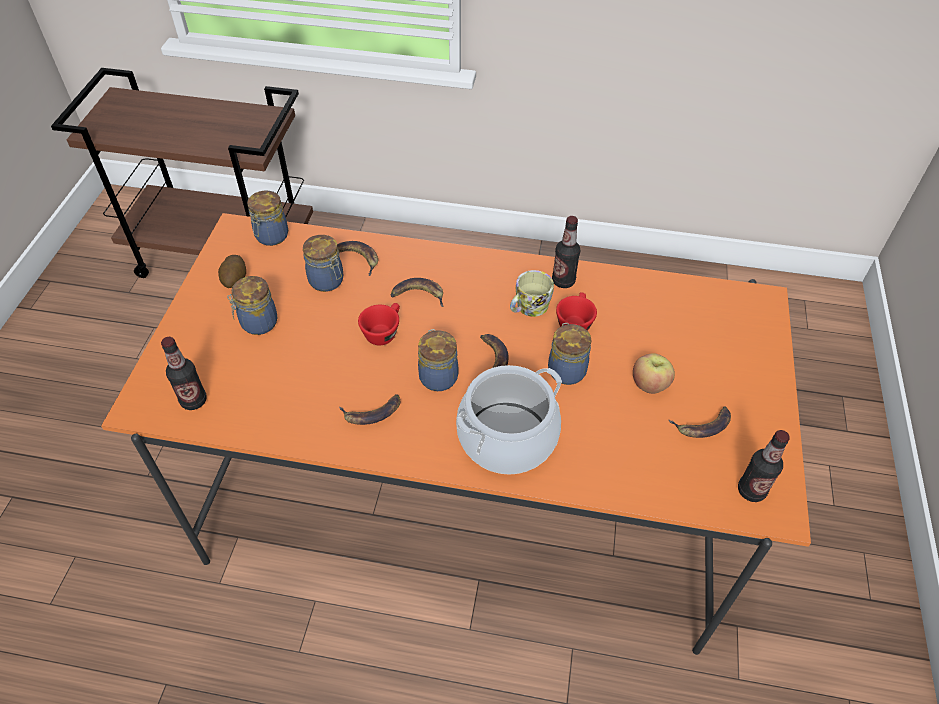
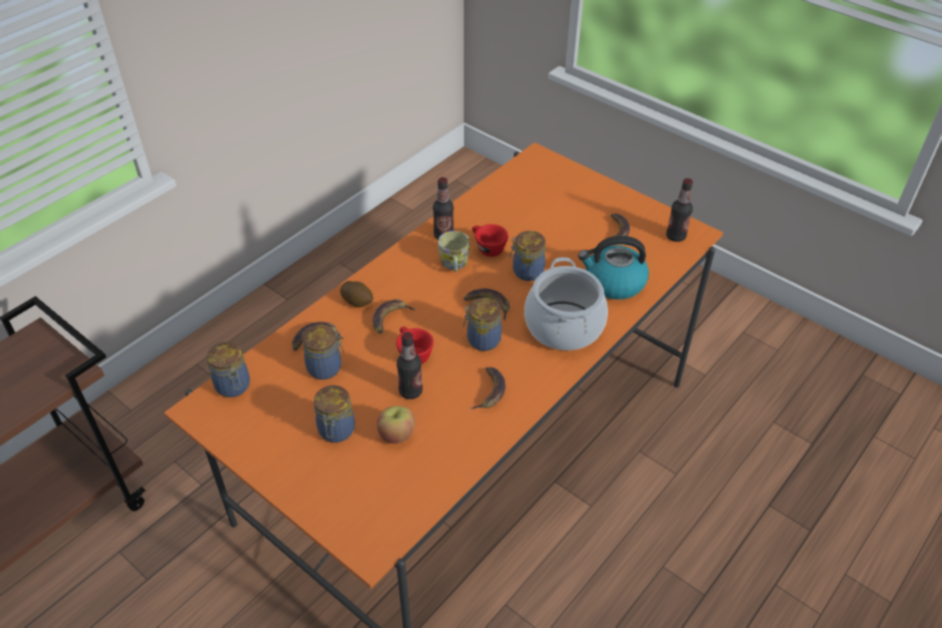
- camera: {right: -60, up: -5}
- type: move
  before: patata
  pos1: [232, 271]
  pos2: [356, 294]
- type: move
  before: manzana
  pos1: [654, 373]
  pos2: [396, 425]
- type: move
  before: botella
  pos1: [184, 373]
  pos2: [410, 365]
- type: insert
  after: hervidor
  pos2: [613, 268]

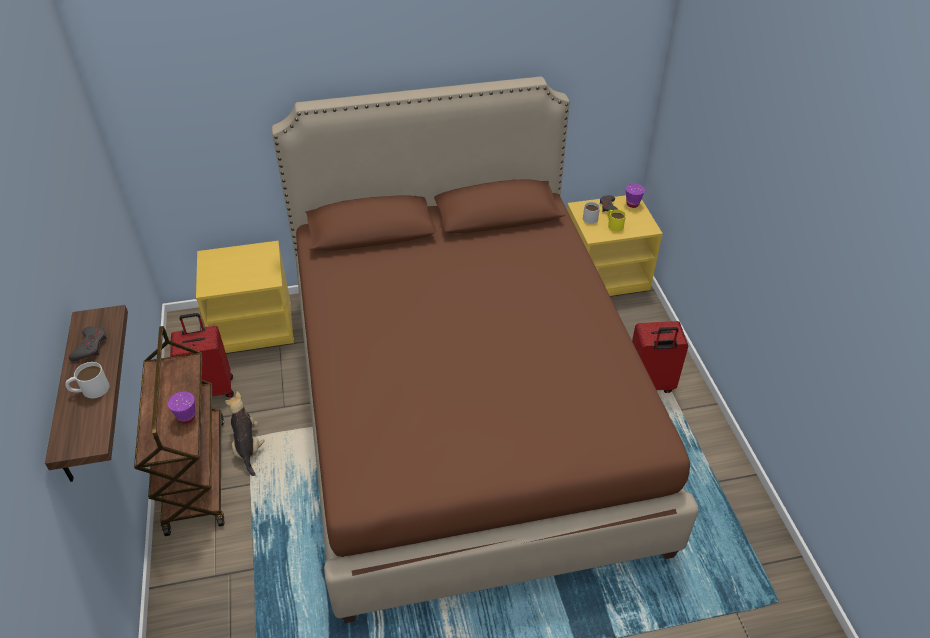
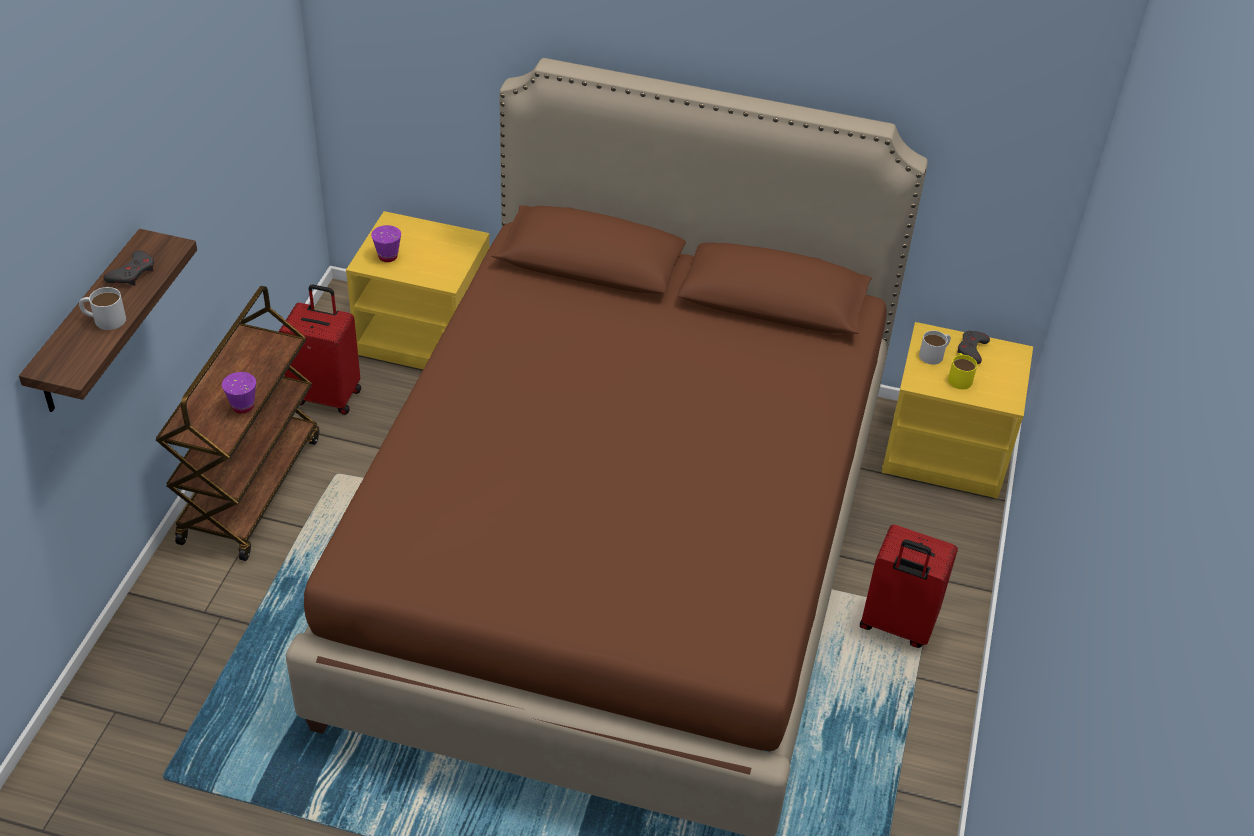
- camera: {right: 25, up: 0}
- type: move
  before: taza (morado)
  pos1: [635, 196]
  pos2: [386, 243]
- type: delete
  before: peluche
  pos1: [244, 433]

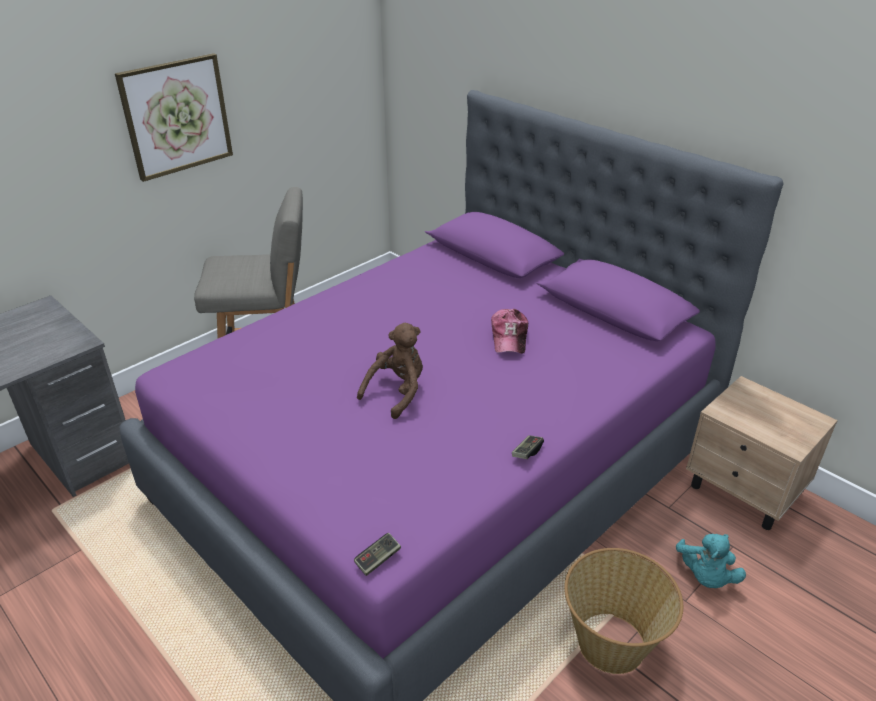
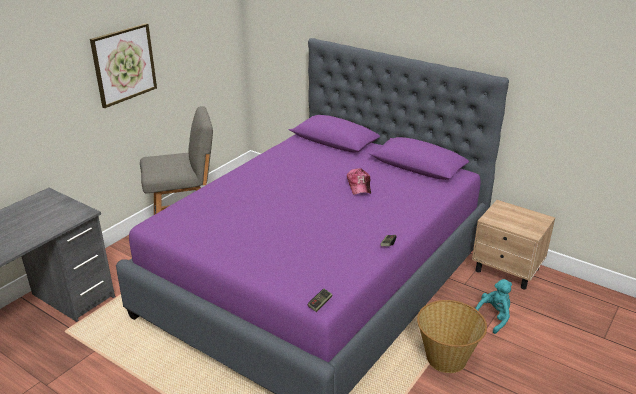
- camera: {right: -10, up: -5}
- type: rotate
  before: peluche (turquesa)
  pos1: [711, 561]
  pos2: [493, 306]
  turn: -135
- type: delete
  before: peluche (marrón)
  pos1: [390, 371]

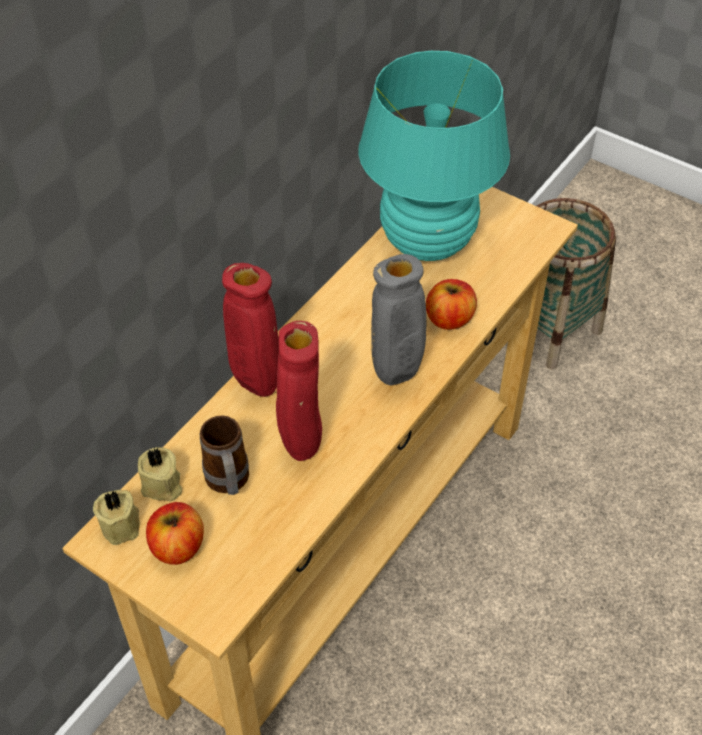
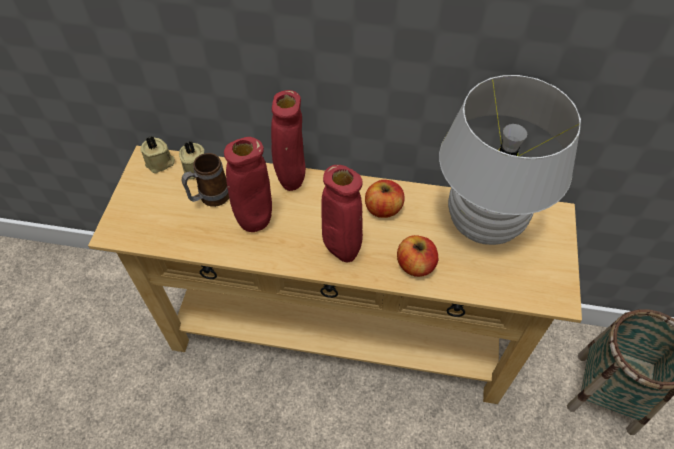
- camera: {right: 65, up: 5}
- type: recolor
  before: florero (gris)
  after: florero (rojo)
  pos1: [399, 319]
  pos2: [342, 213]
- type: move
  before: manzana
  pos1: [175, 533]
  pos2: [385, 199]
- type: recolor
  before: lámpara de mesa (turquesa)
  after: lámpara de mesa (blanco)
  pos1: [434, 156]
  pos2: [510, 160]

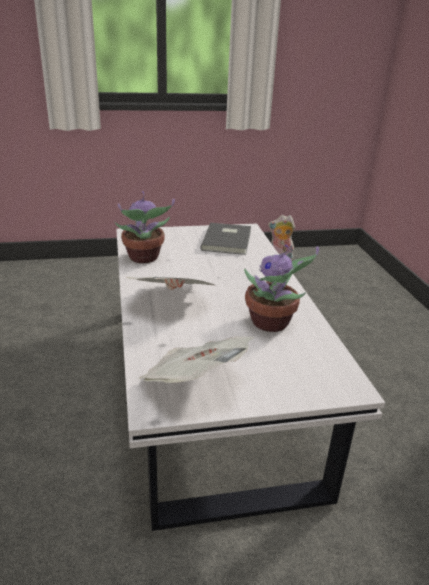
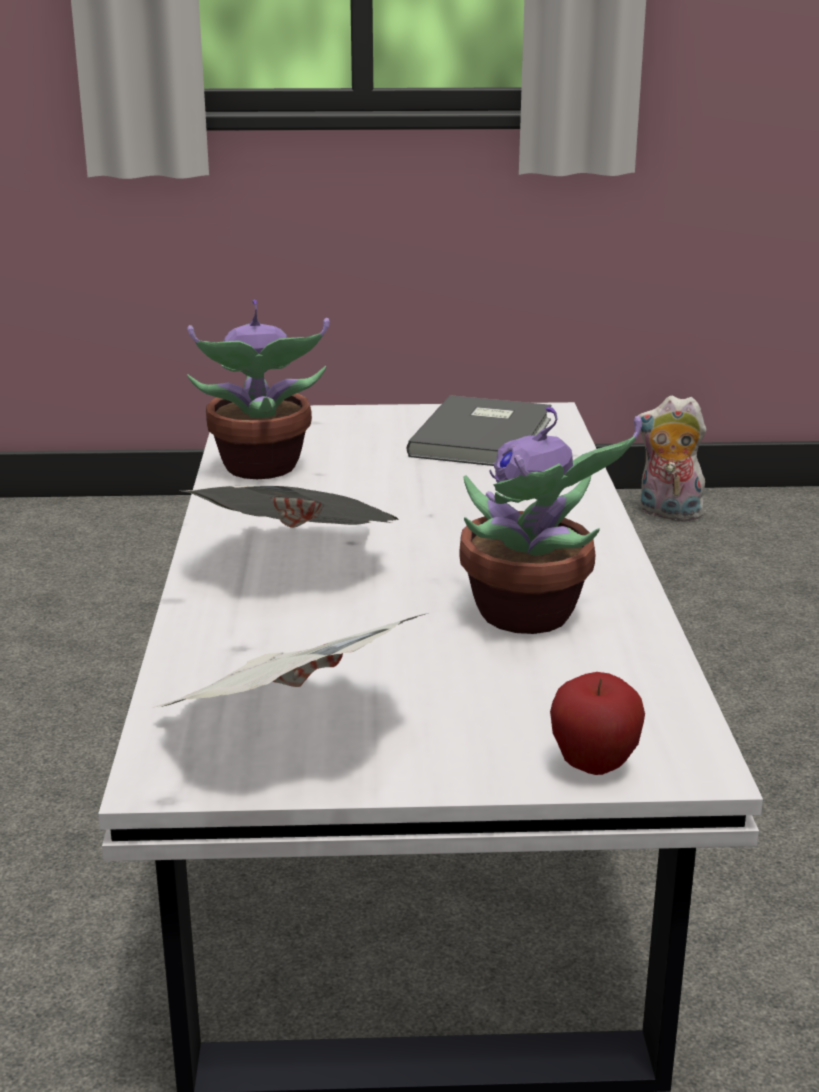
- camera: {right: 10, up: -5}
- type: insert
  after: manzana
  pos2: [597, 723]

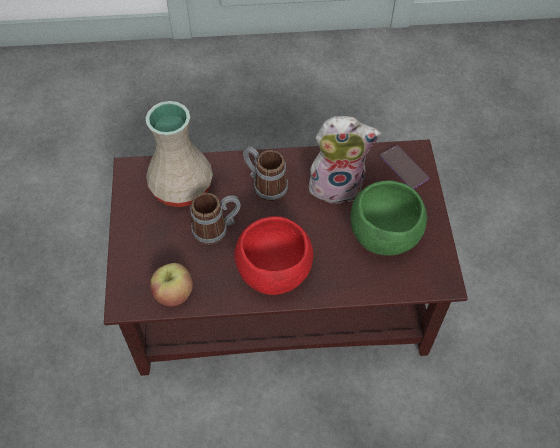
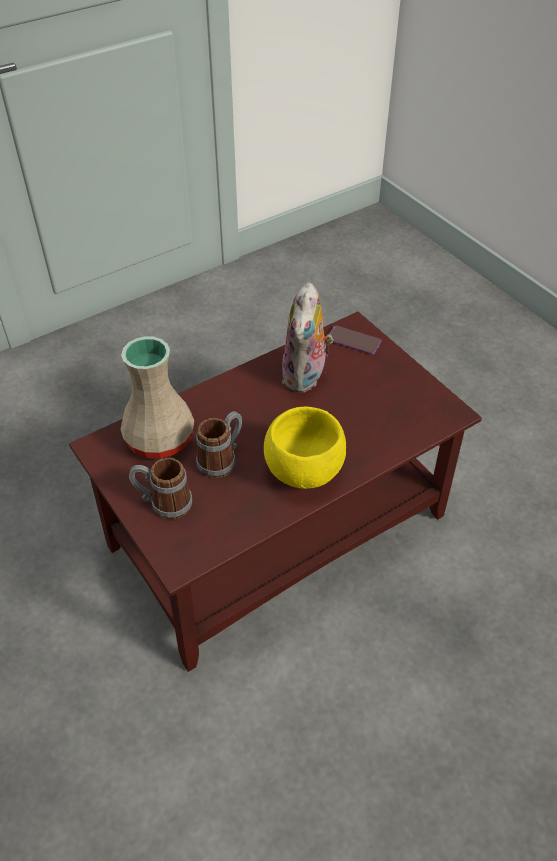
- camera: {right: -30, up: -10}
- type: move
  before: taza grande
  pos1: [265, 174]
  pos2: [160, 488]
- type: recolor
  before: cuenco (rojo)
  after: cuenco (amarillo)
  pos1: [273, 255]
  pos2: [305, 448]
- type: rotate
  before: peluche
  pos1: [345, 160]
  pos2: [307, 337]
  turn: 135
- type: delete
  before: manzana
  pos1: [171, 285]
- type: delete
  before: cuenco (verde)
  pos1: [389, 218]

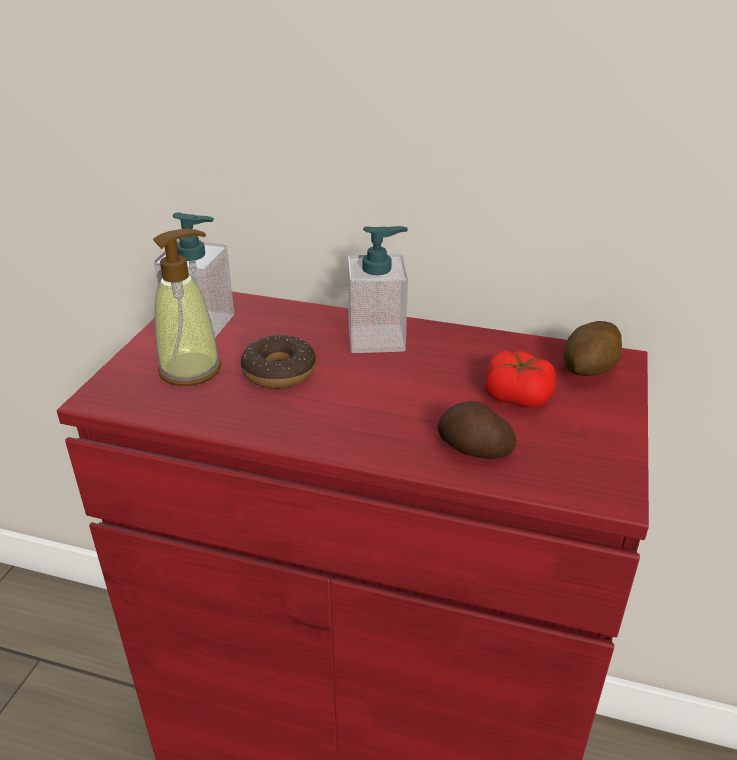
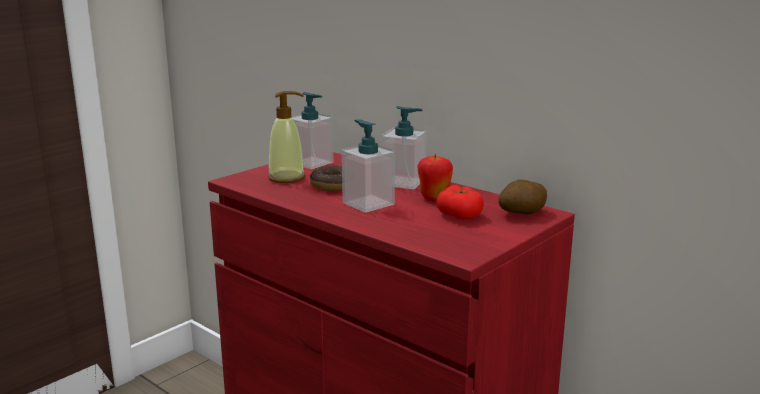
- camera: {right: 25, up: -15}
- type: insert
  after: dispensador de jabón
  pos2: [368, 166]
- type: insert
  after: manzana
  pos2: [435, 177]
- type: delete
  before: patata
  pos1: [476, 430]

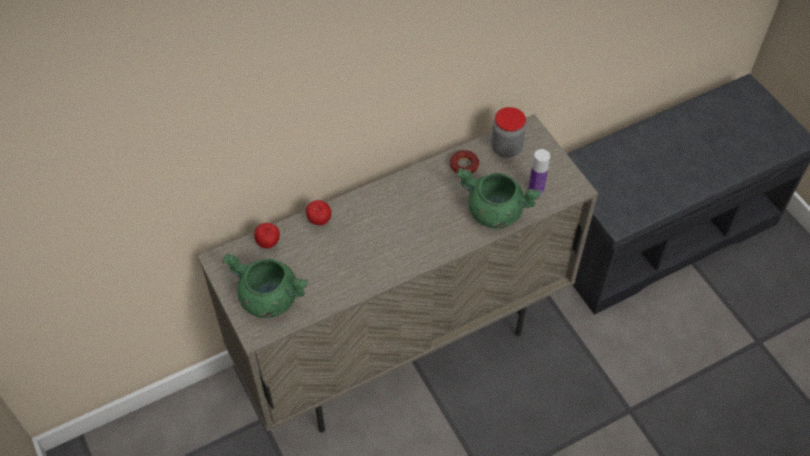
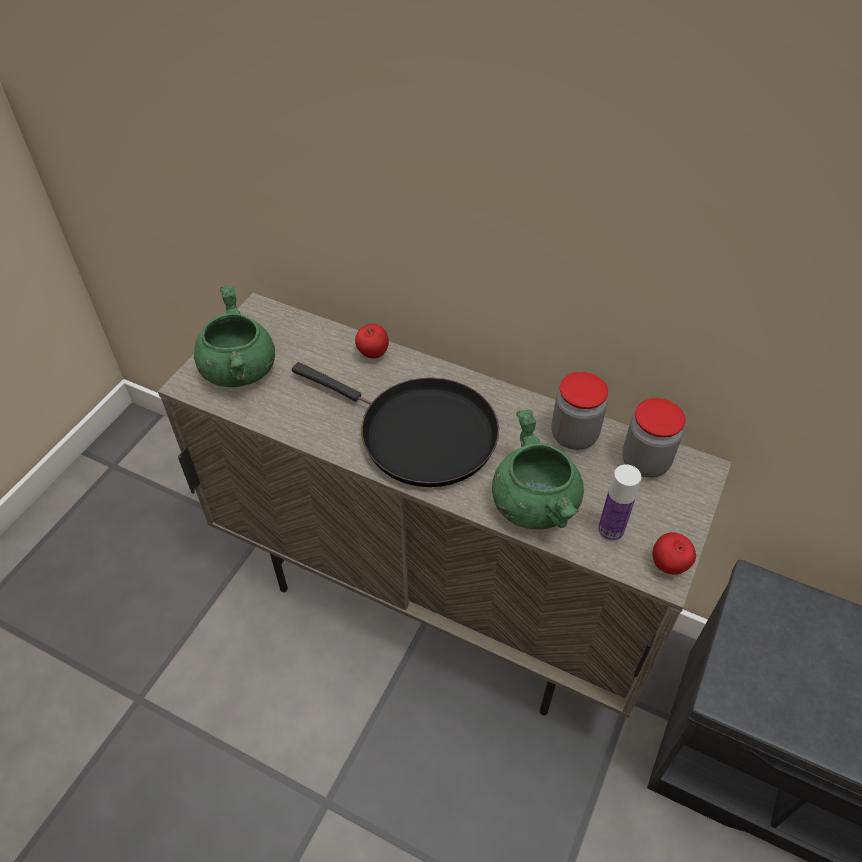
- camera: {right: 55, up: -5}
- type: insert
  after: sartén (negro)
  pos2: [395, 424]
- type: replace
  before: rosquilla
  after: tarro
  pos1: [464, 162]
  pos2: [579, 411]
- type: move
  before: manzana
  pos1: [267, 236]
  pos2: [674, 553]

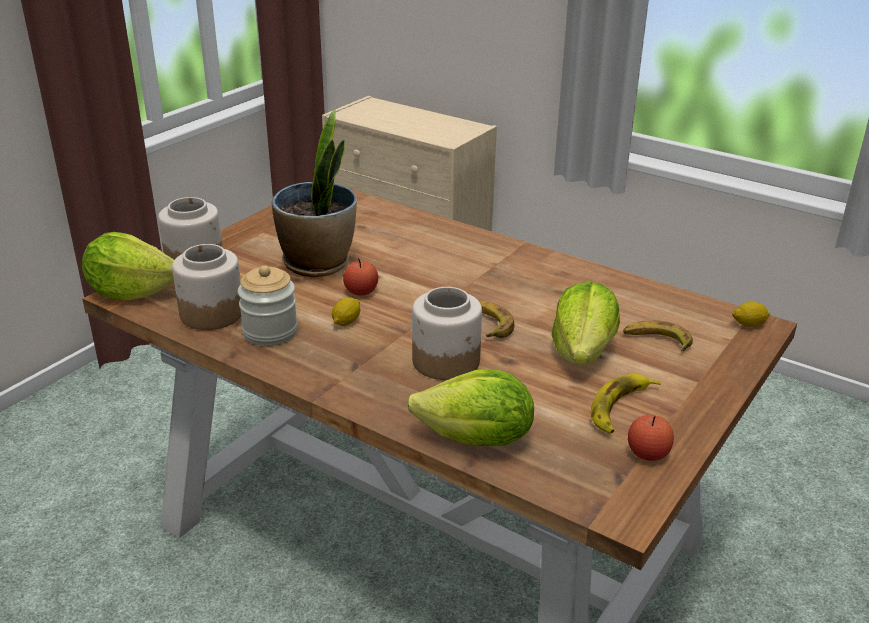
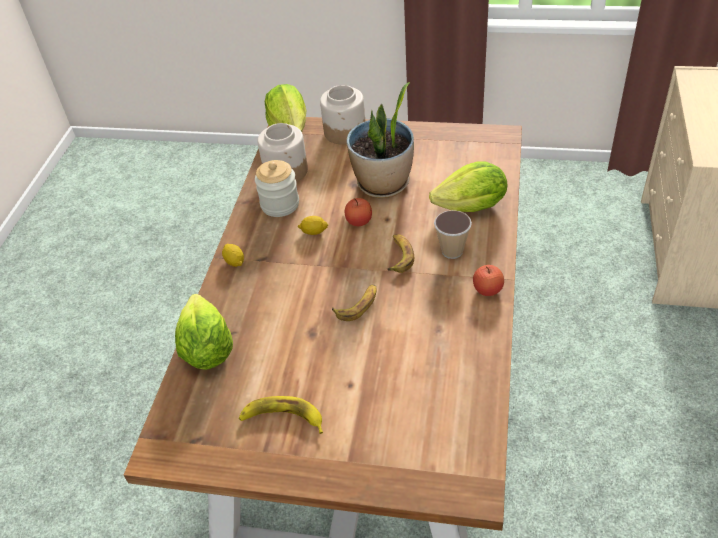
- camera: {right: 70, up: 15}
- type: move
  before: limón
  pos1: [751, 314]
  pos2: [233, 255]
- type: move
  before: plátano
  pos1: [658, 336]
  pos2: [400, 253]
- type: move
  before: lechuga
  pos1: [586, 323]
  pos2: [468, 186]
- type: insert
  after: taza
  pos2: [453, 234]
- type: move
  before: manzana
  pos1: [651, 438]
  pos2: [488, 280]
- type: delete
  before: tarro
  pos1: [447, 333]

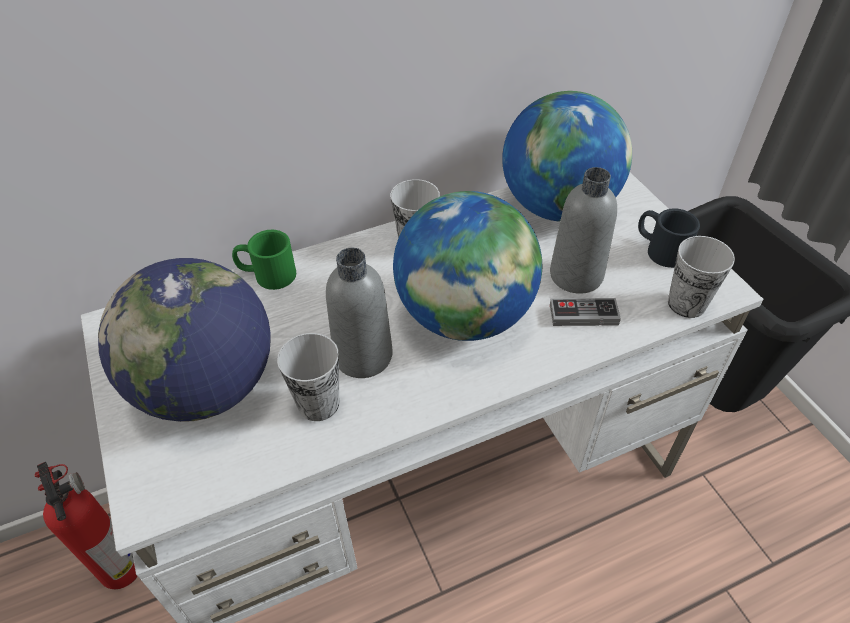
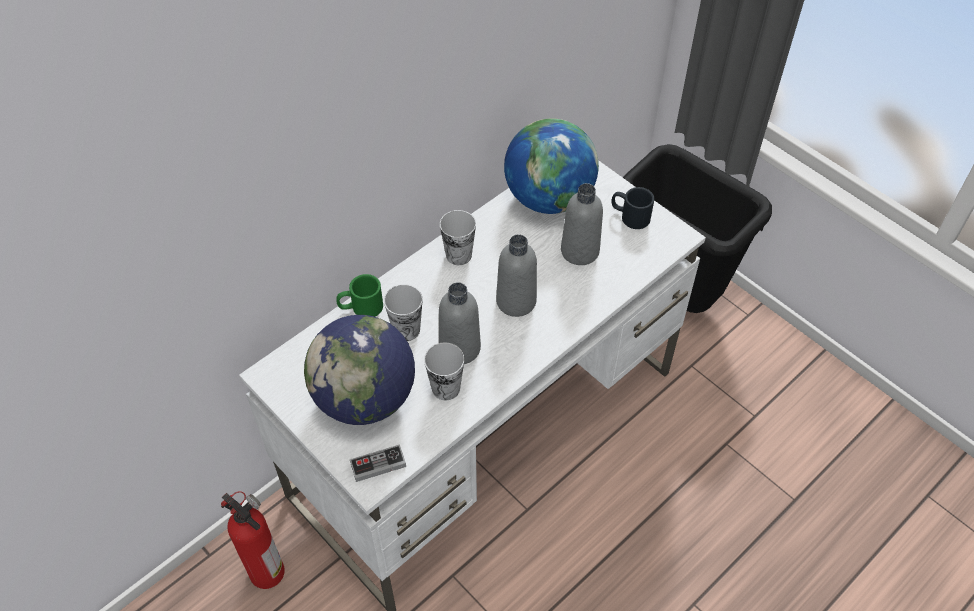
- camera: {right: -20, up: 5}
- type: move
  before: mando de consola
  pos1: [585, 312]
  pos2: [378, 463]
- type: move
  before: taza
  pos1: [701, 277]
  pos2: [403, 312]
- type: replace
  before: globo terráqueo
  after: botella (gris)
  pos1: [467, 266]
  pos2: [516, 275]

